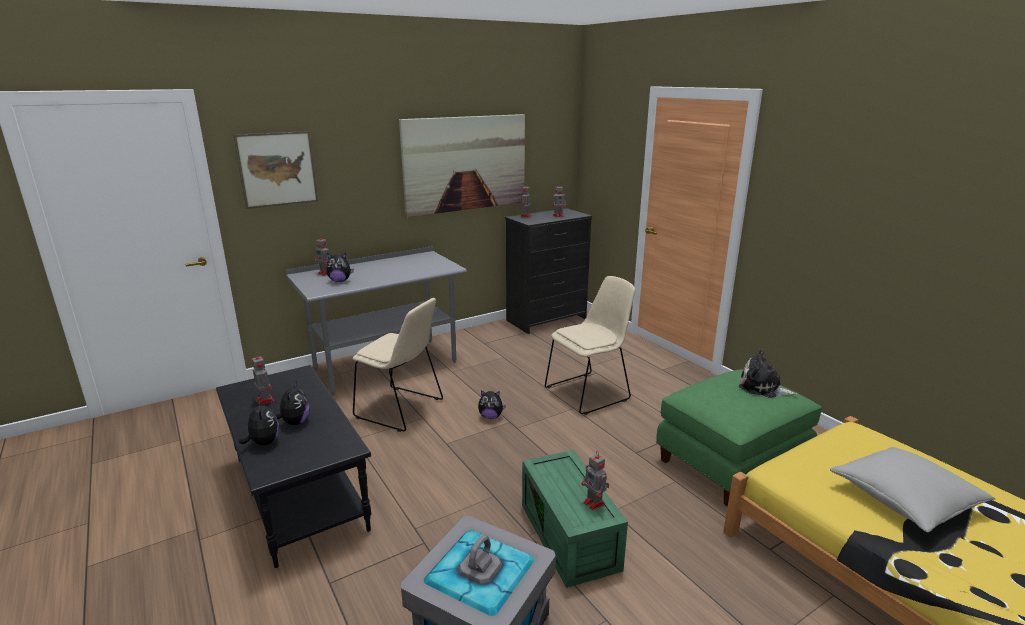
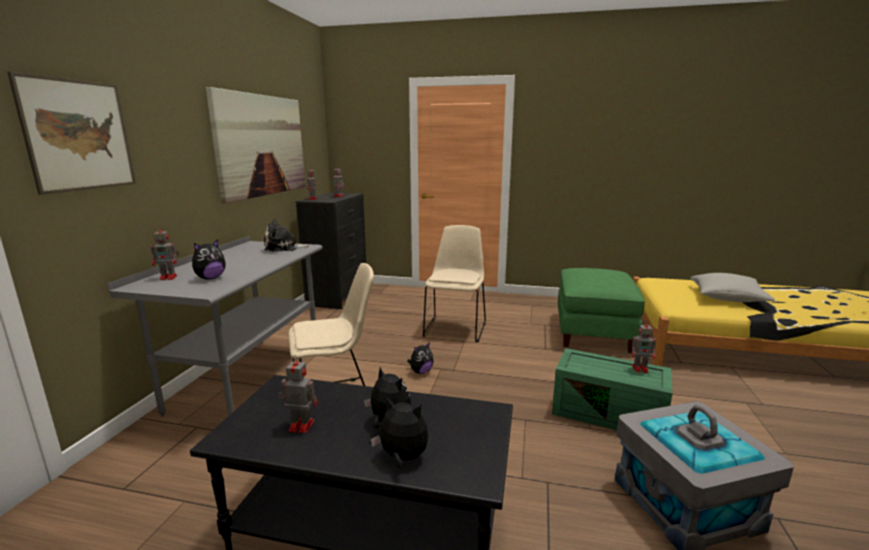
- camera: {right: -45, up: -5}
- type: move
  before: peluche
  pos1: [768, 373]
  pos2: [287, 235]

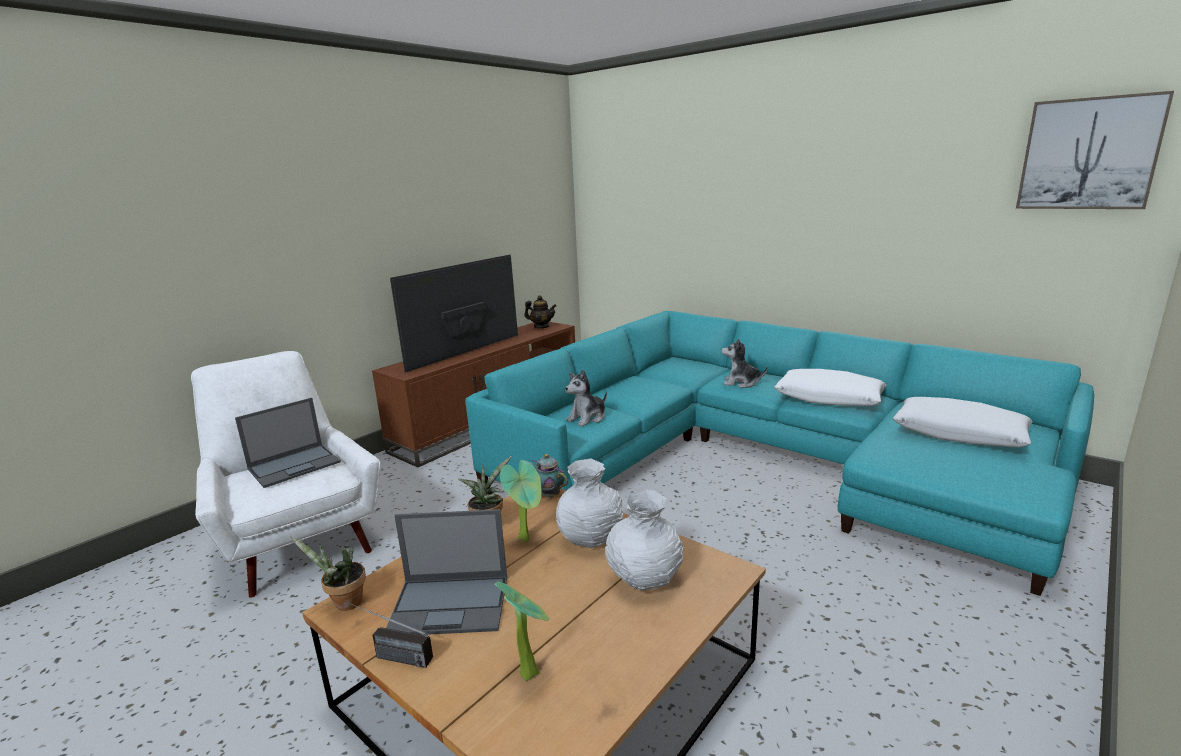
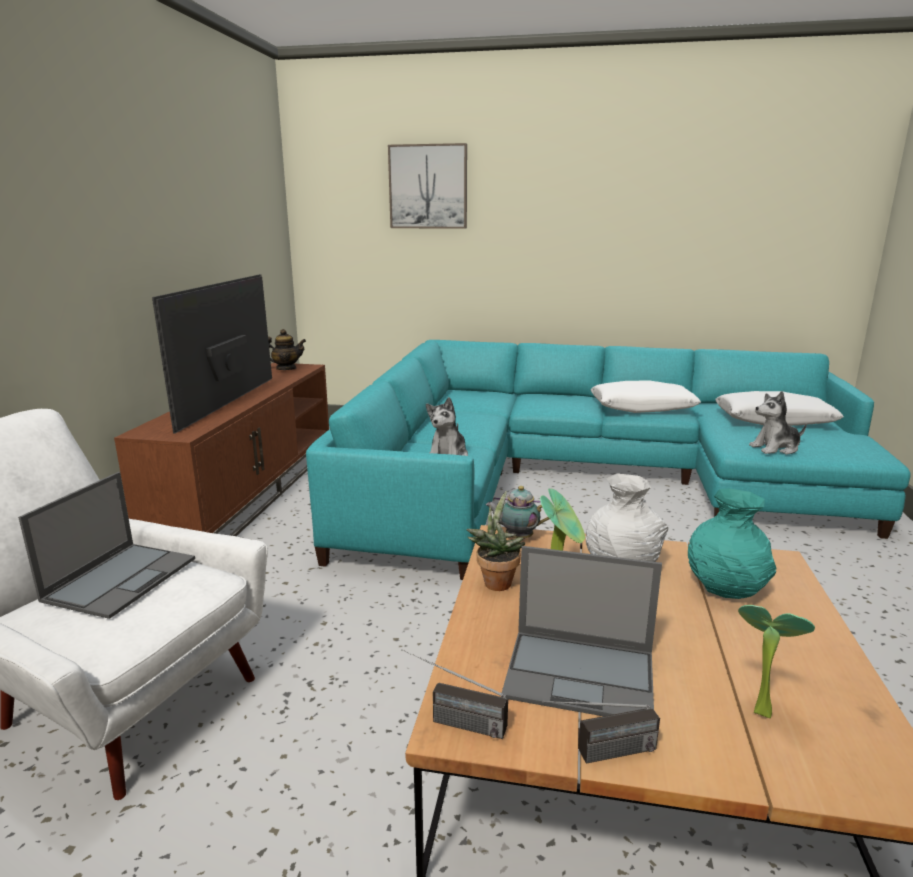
- camera: {right: -30, up: 0}
- type: move
  before: cuadro
  pos1: [1095, 150]
  pos2: [427, 186]
- type: replace
  before: planta en maceta
  after: radio
  pos1: [328, 574]
  pos2: [454, 694]
- type: rotate
  before: portátil
  pos1: [446, 572]
  pos2: [582, 631]
  turn: 45
- type: recolor
  before: florero (blanco)
  after: florero (turquesa)
  pos1: [644, 540]
  pos2: [732, 543]
- type: move
  before: peluche
  pos1: [745, 363]
  pos2: [778, 423]

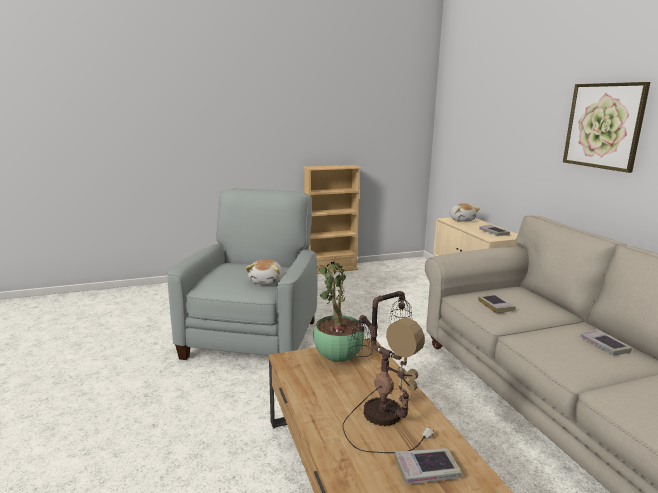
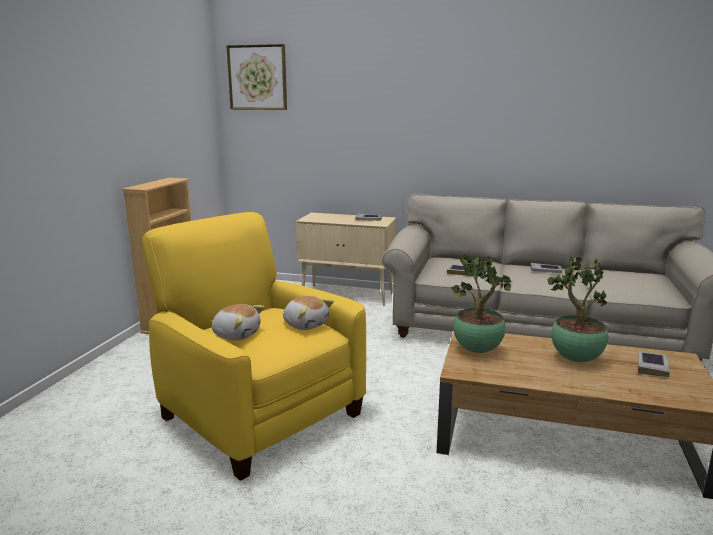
- camera: {right: -55, up: 0}
- type: recolor
  before: sillón (gris)
  after: sillón (amarillo)
  pos1: [242, 274]
  pos2: [254, 346]
- type: move
  before: peluche
  pos1: [465, 212]
  pos2: [238, 322]
- type: move
  before: cuadro
  pos1: [606, 127]
  pos2: [256, 77]
- type: replace
  before: lámpara de mesa
  after: planta en maceta
  pos1: [388, 372]
  pos2: [578, 309]

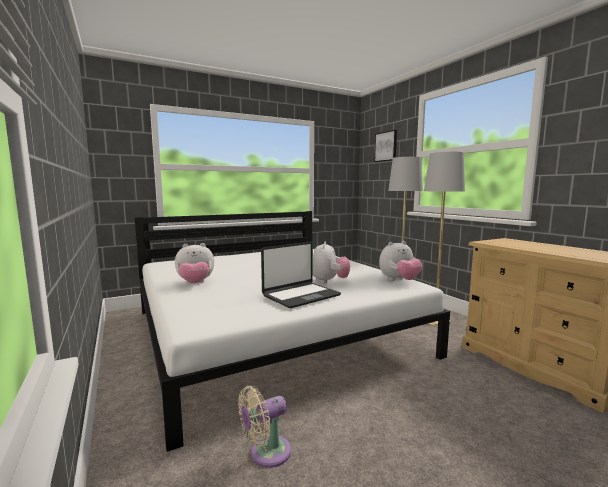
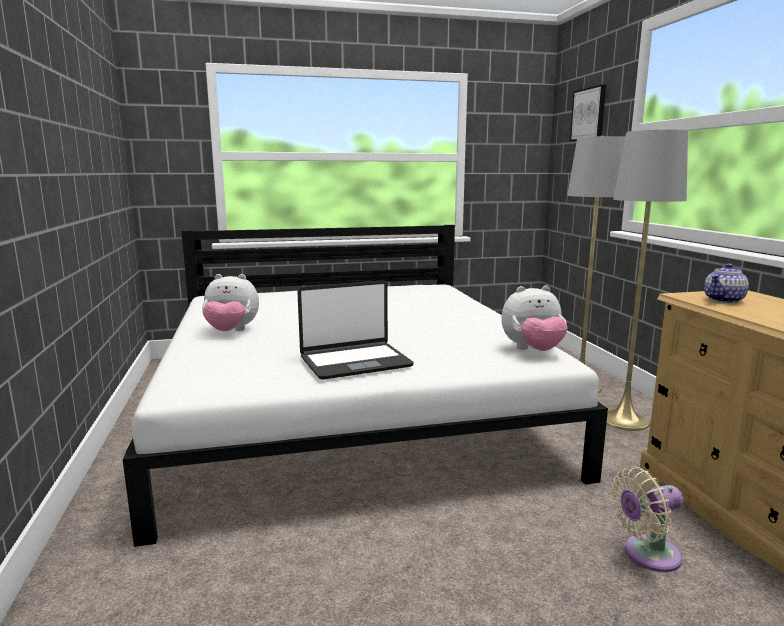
- camera: {right: 15, up: 5}
- type: move
  before: ventilador (beis)
  pos1: [264, 427]
  pos2: [647, 519]
- type: insert
  after: tetera
  pos2: [726, 283]
- type: delete
  before: peluche
  pos1: [331, 263]

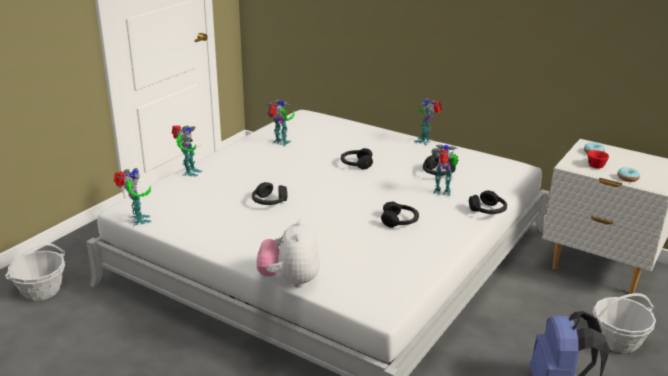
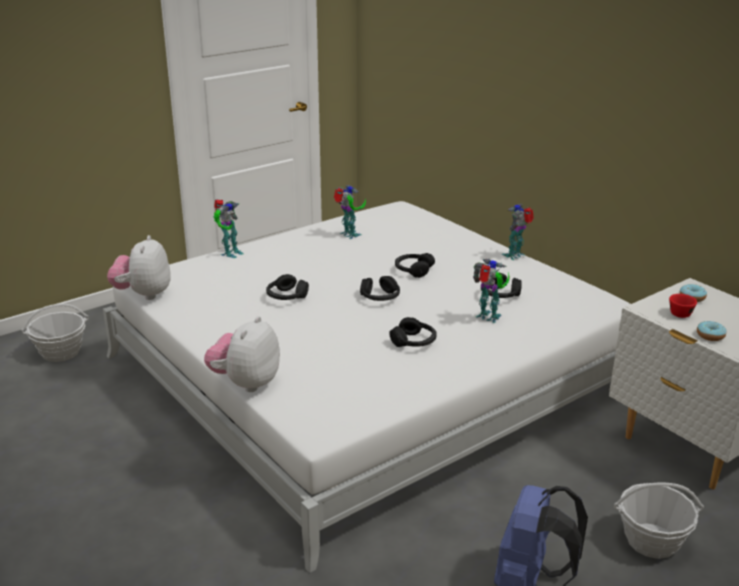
- camera: {right: 20, up: 0}
- type: replace
  before: robot de juguete
  after: peluche
  pos1: [132, 197]
  pos2: [139, 267]
- type: move
  before: auriculares (negro)
  pos1: [488, 202]
  pos2: [380, 288]

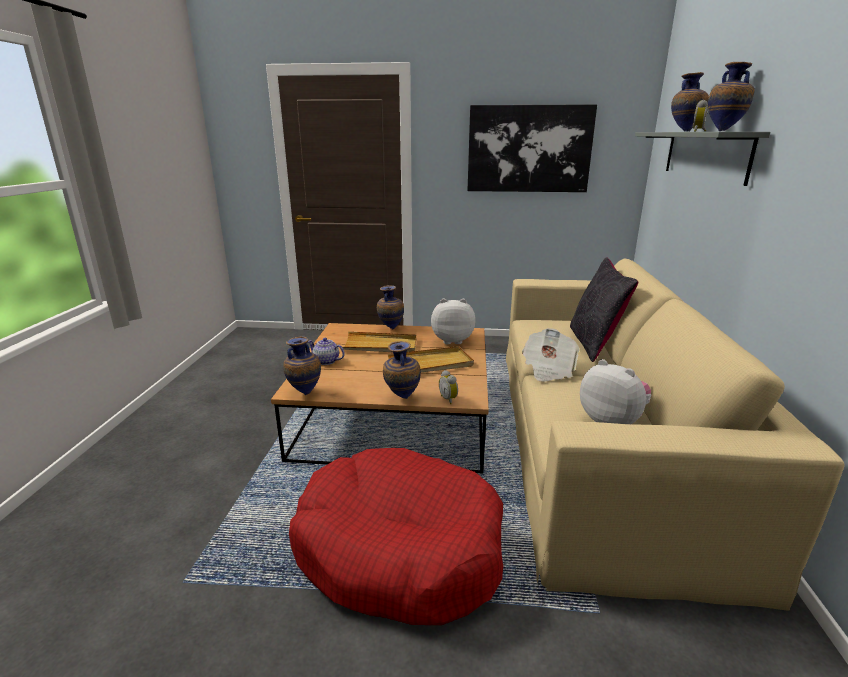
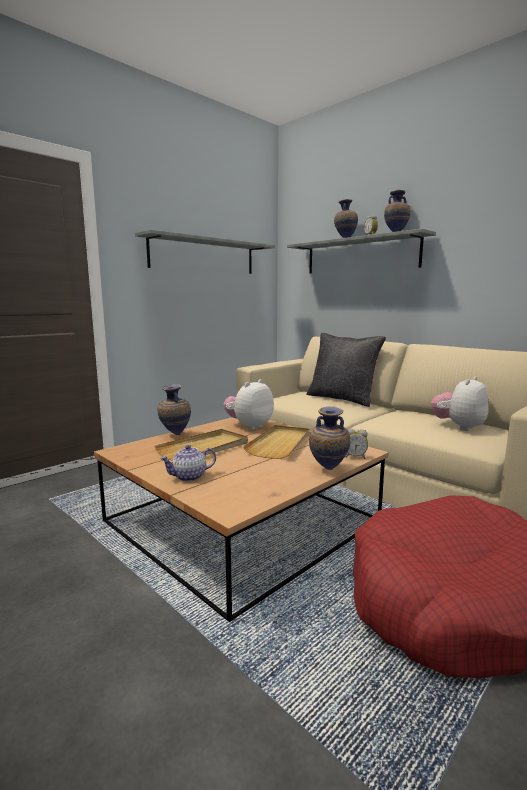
- camera: {right: -50, up: -10}
- type: replace
  before: cuadro
  after: estante (gris)
  pos1: [532, 148]
  pos2: [205, 252]
- type: rotate
  before: peluche
  pos1: [615, 391]
  pos2: [459, 403]
  turn: -45
- type: delete
  before: florero
  pos1: [302, 365]
- type: delete
  before: periódico
  pos1: [551, 355]

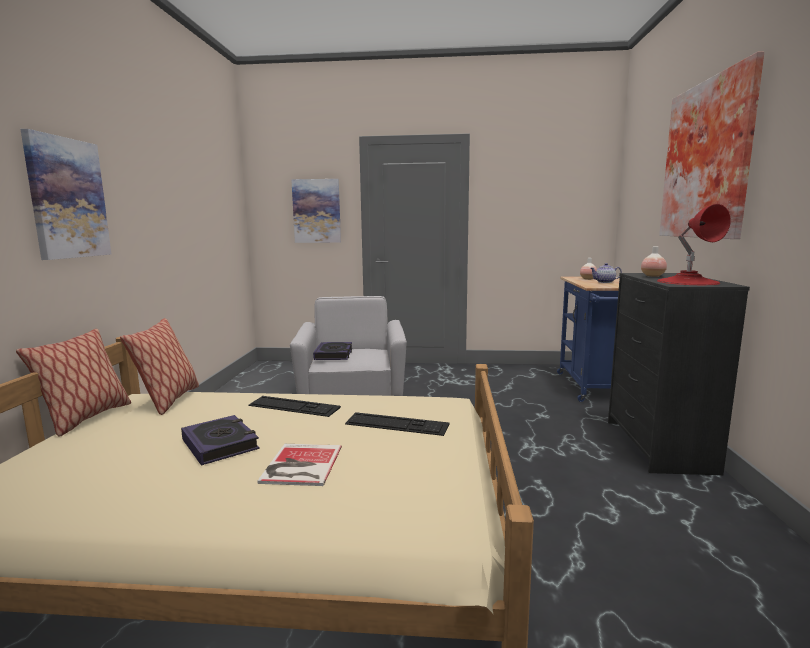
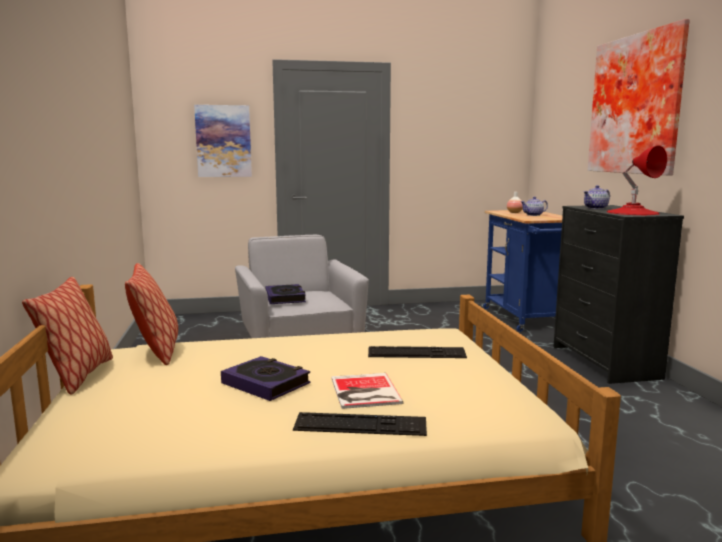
- camera: {right: -15, up: 0}
- type: move
  before: teclado
  pos1: [294, 406]
  pos2: [360, 424]
- type: replace
  before: florero
  after: tetera
  pos1: [654, 261]
  pos2: [597, 197]
- type: delete
  before: cuadro
  pos1: [65, 194]

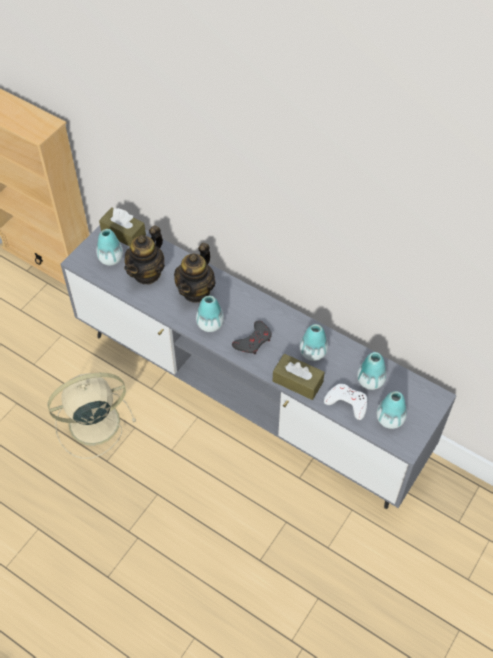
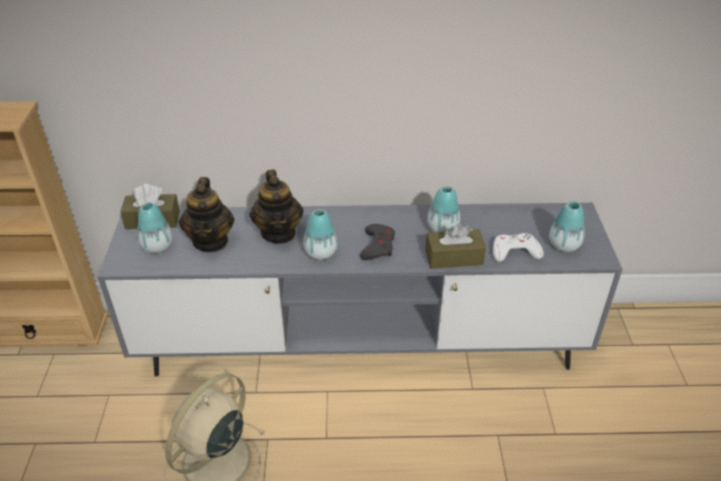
- camera: {right: -35, up: -15}
- type: delete
  before: florero
  pos1: [372, 371]

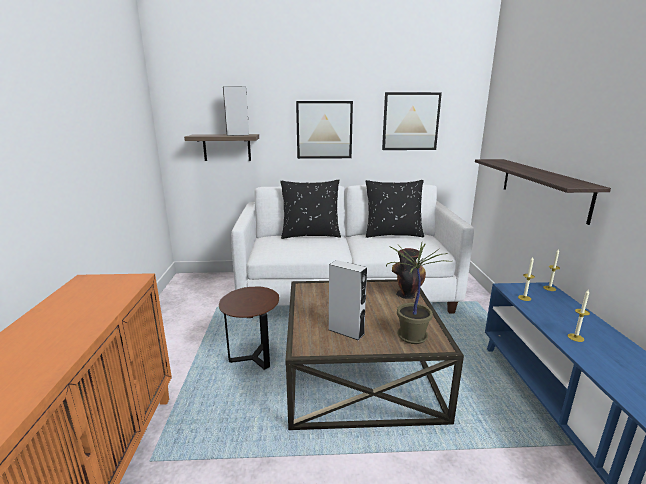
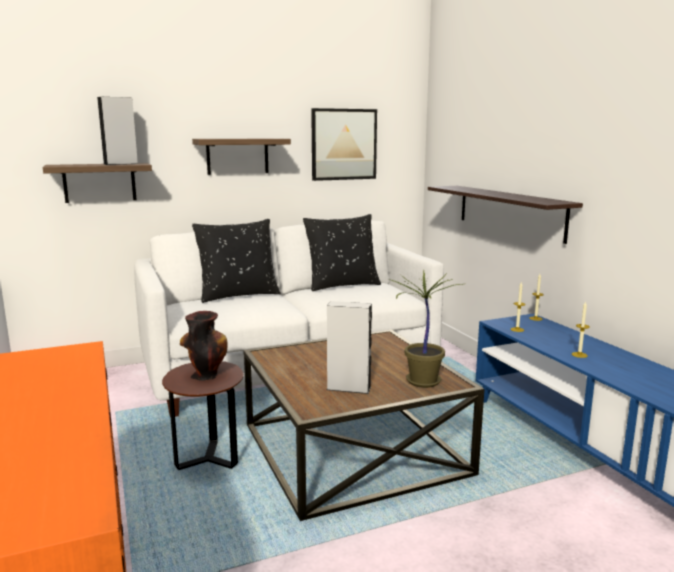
- camera: {right: -20, up: -5}
- type: move
  before: florero
  pos1: [409, 273]
  pos2: [204, 346]
- type: replace
  before: cuadro
  after: estante
  pos1: [324, 130]
  pos2: [241, 157]

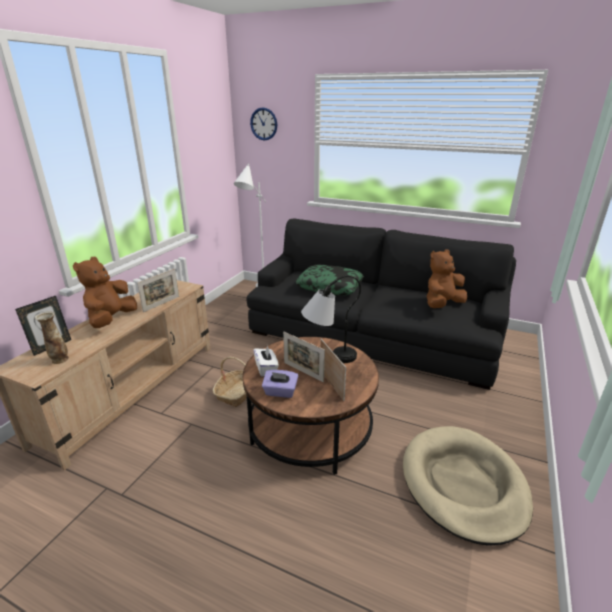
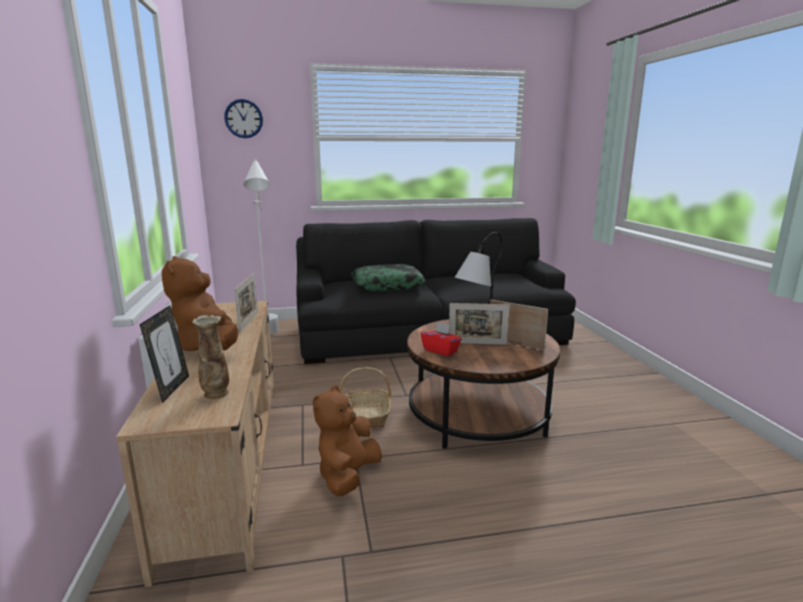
- camera: {right: -35, up: -10}
- type: move
  before: peluche (marrón)
  pos1: [446, 278]
  pos2: [347, 440]
- type: recolor
  before: caja de pañuelos (blanco)
  after: caja de pañuelos (rojo)
  pos1: [266, 360]
  pos2: [441, 339]
- type: delete
  before: caja de pañuelos (morado)
  pos1: [280, 384]
- type: delete
  before: cama para perro (beis)
  pos1: [468, 486]

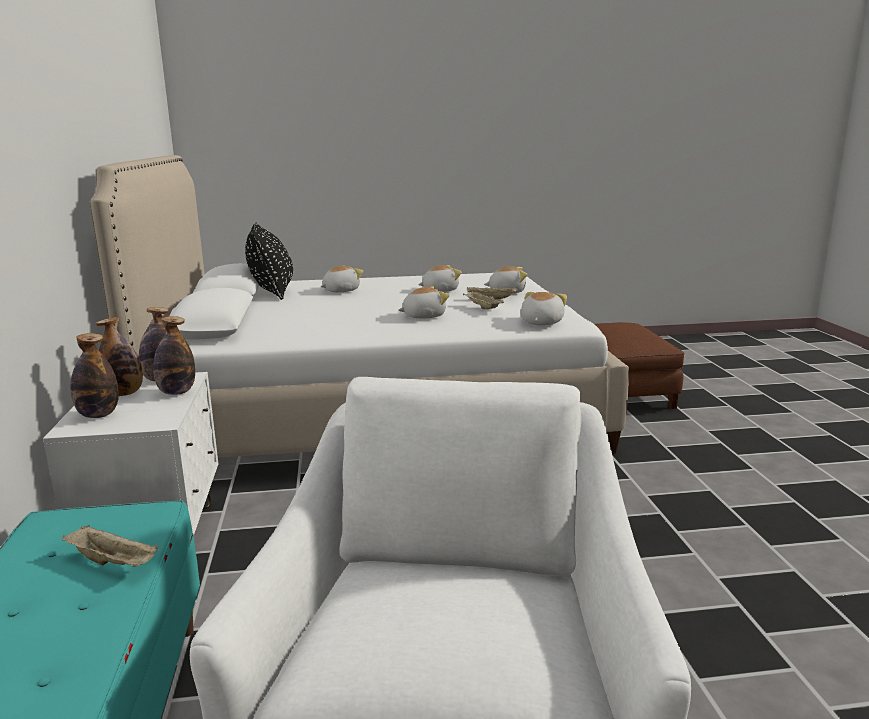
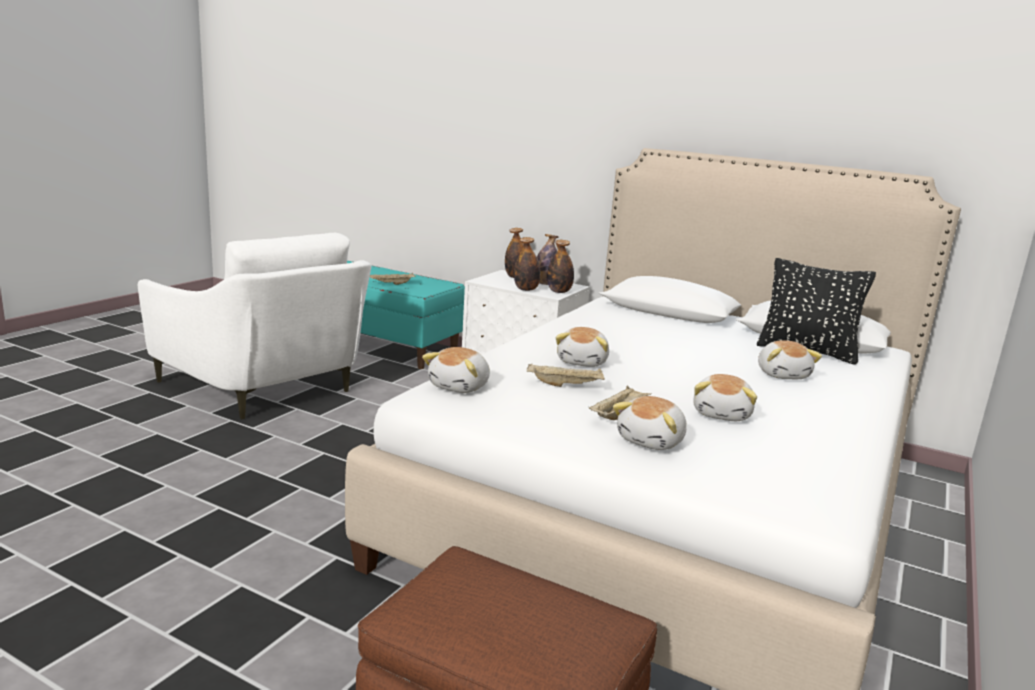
- camera: {right: 125, up: 0}
- type: rotate
  before: peluche
  pos1: [544, 309]
  pos2: [456, 370]
  turn: 60

